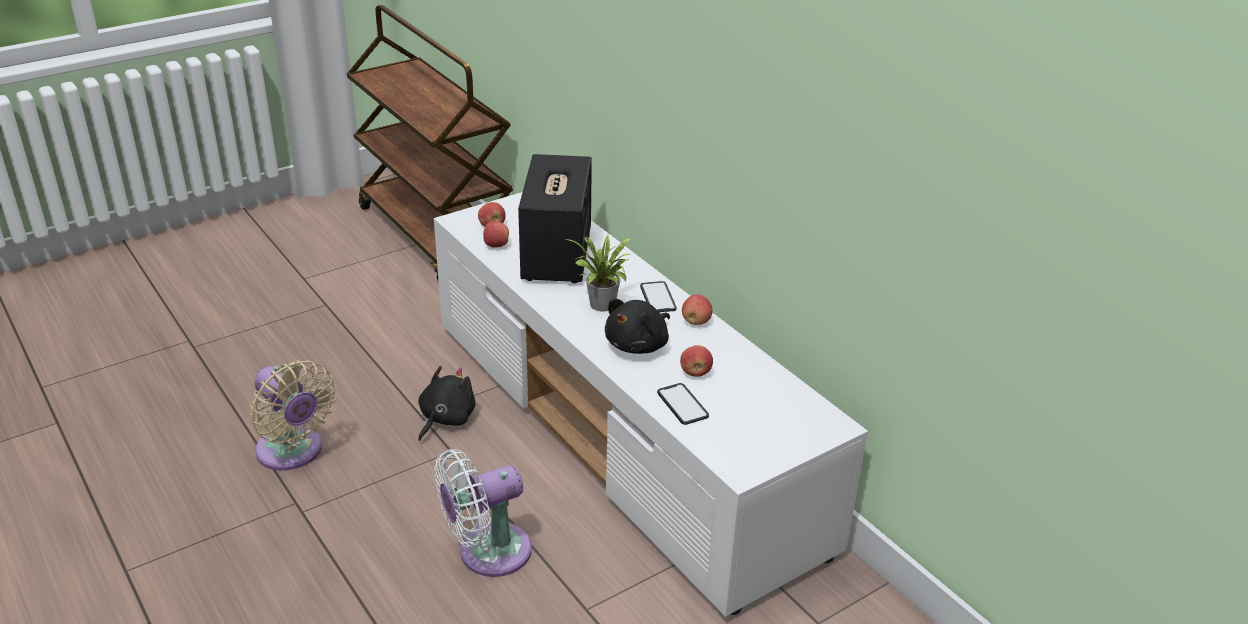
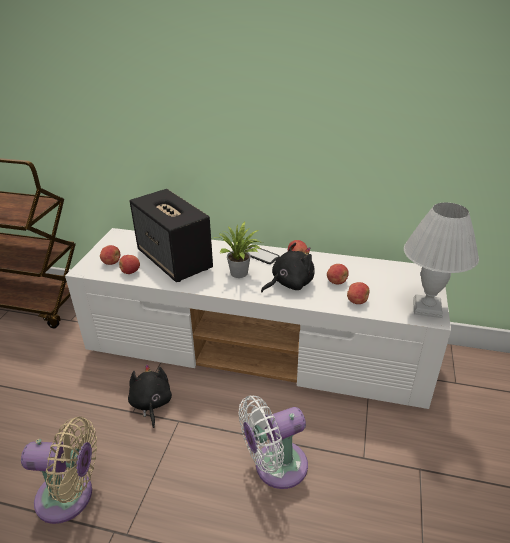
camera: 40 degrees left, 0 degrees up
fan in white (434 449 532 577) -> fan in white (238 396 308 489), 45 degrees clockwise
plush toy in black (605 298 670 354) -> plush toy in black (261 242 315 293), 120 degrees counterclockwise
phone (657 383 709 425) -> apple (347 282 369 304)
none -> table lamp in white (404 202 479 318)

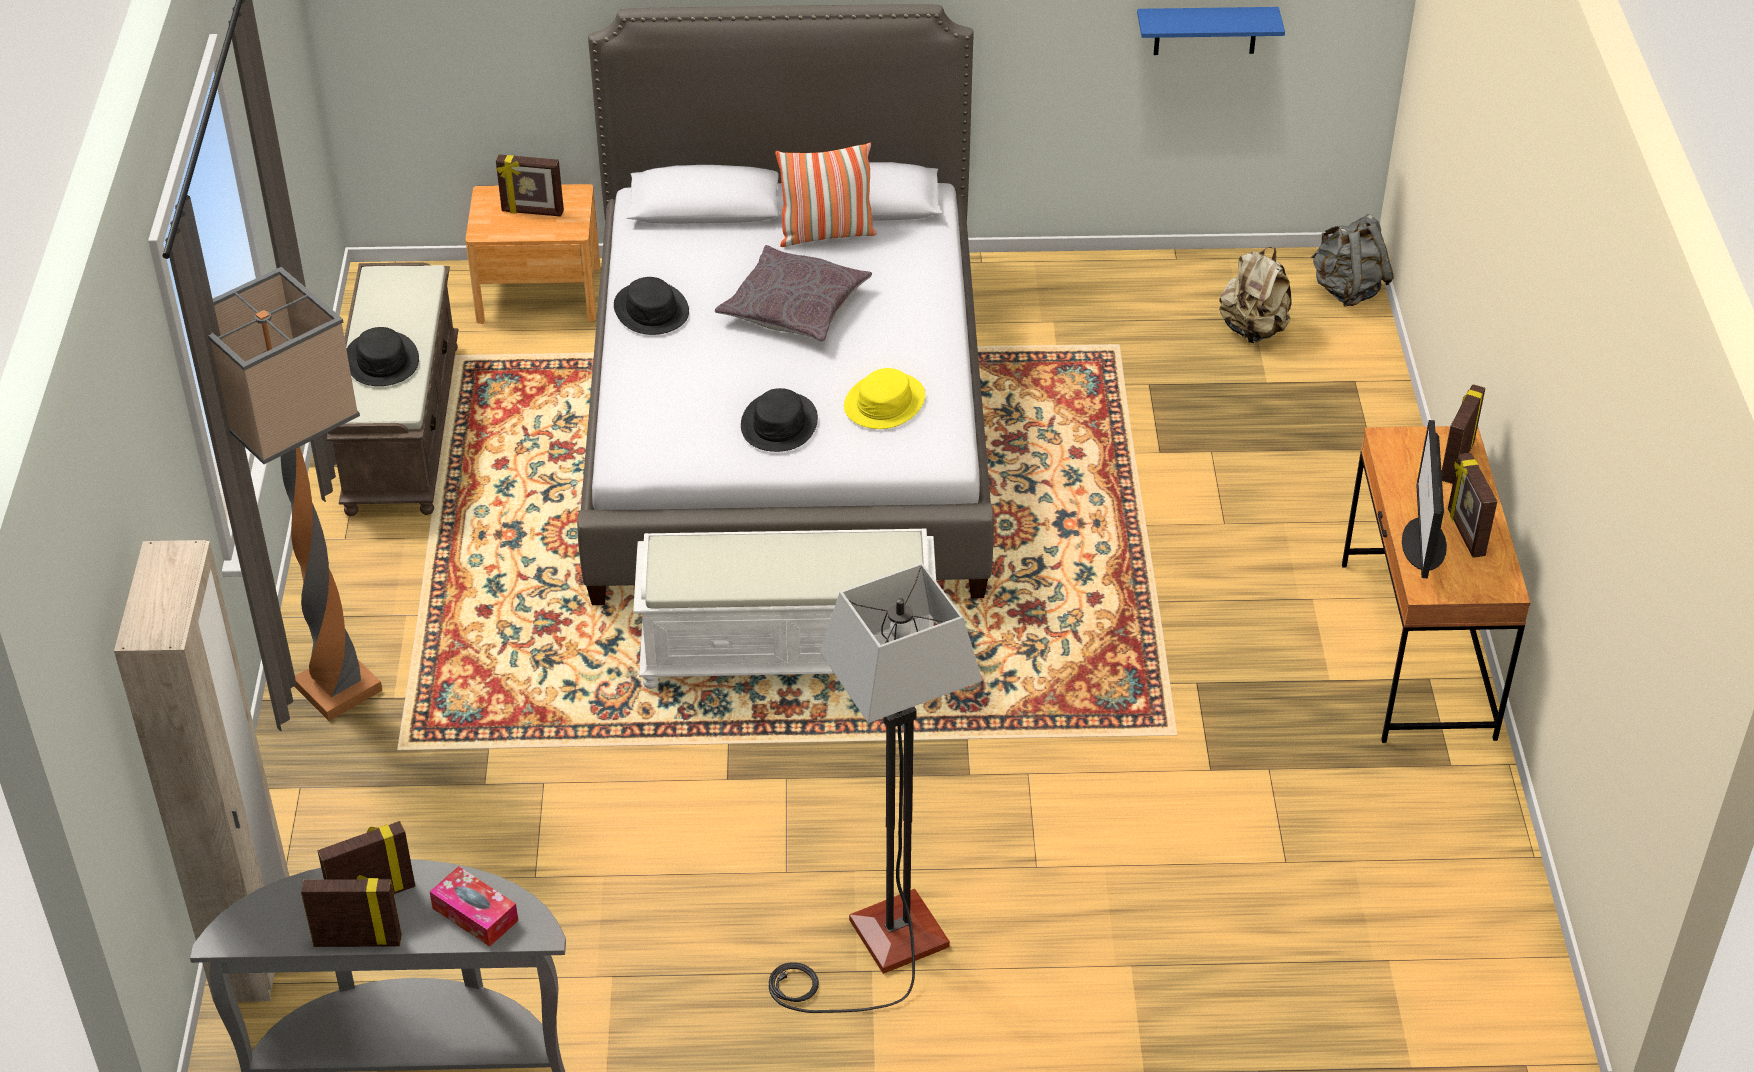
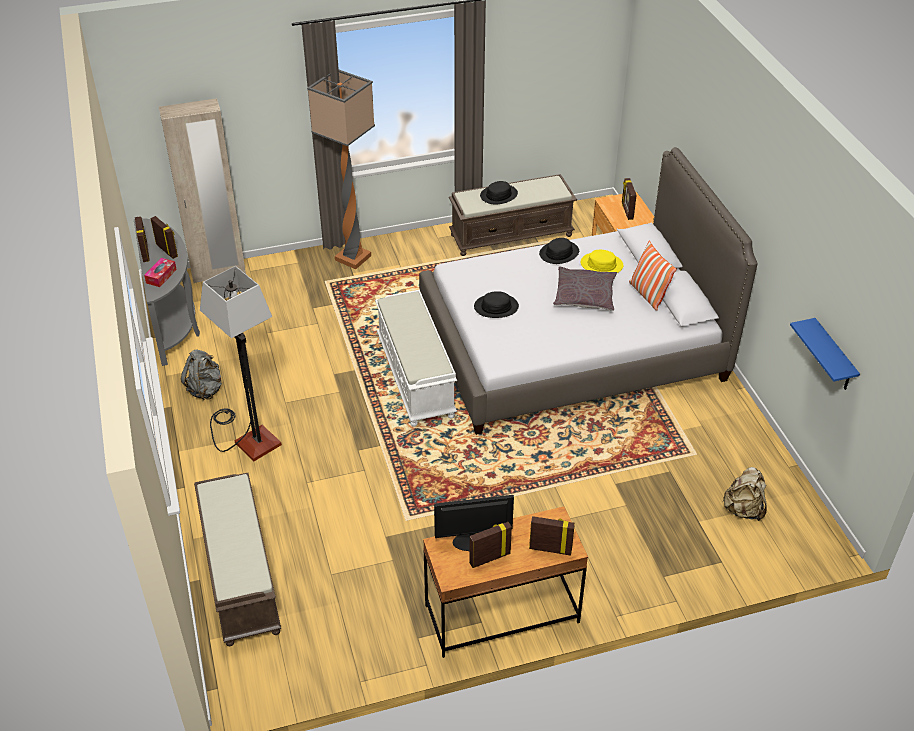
camera: 75 degrees right, 0 degrees up
hat in yellow (844 368 925 429) -> hat in yellow (581 250 623 273), move
backpack in grey (1311 214 1394 307) -> backpack in grey (181 349 222 400), move
none -> bench in brown (194 473 281 646)

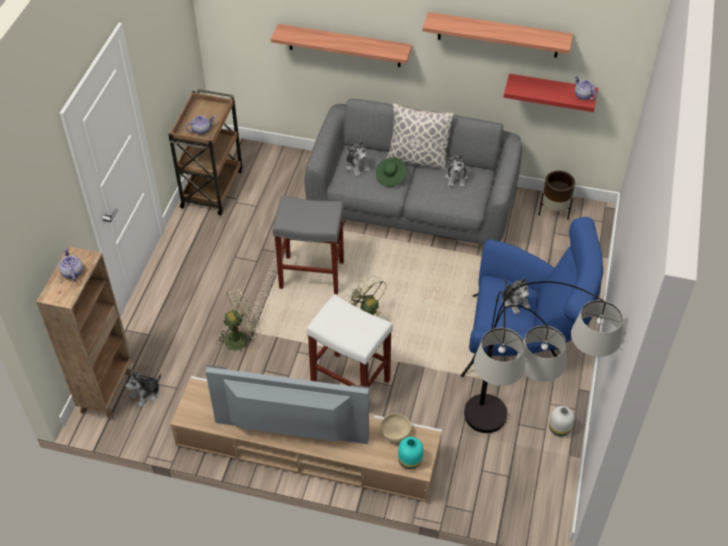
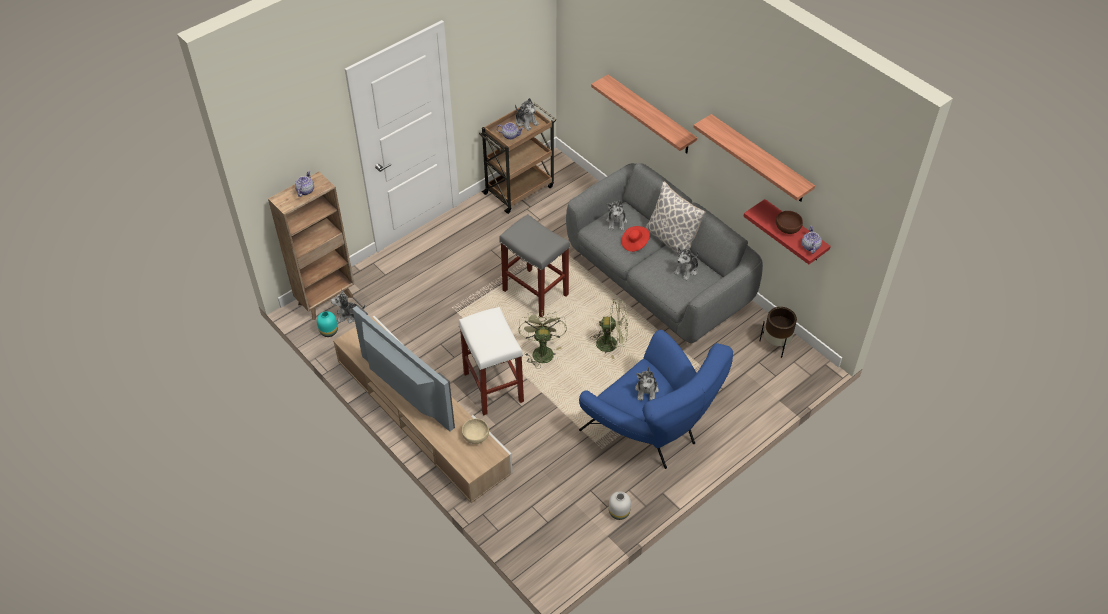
camera: 35 degrees right, 0 degrees up
fan in green (216 289 261 353) -> fan in green (590 300 628 359), move
hat in green (376 157 407 187) -> hat in red (621 226 650 252)
vase in turquoise (398 437 424 469) -> vase in turquoise (317 311 338 337), move
floor lamp (464 281 623 433) -> none
none -> plush toy (515 98 539 131)
none -> bowl in brown (776 211 803 234)

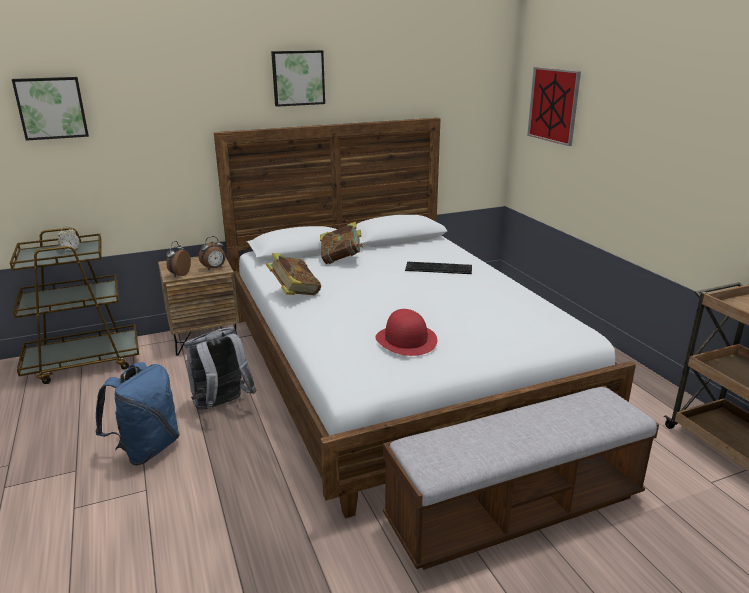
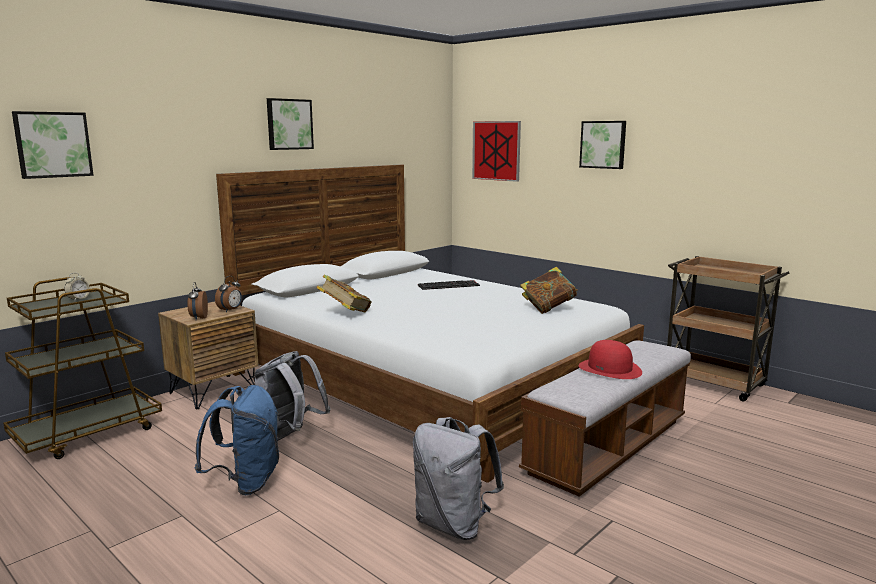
camera: 25 degrees left, 10 degrees down
book (320 222 363 264) -> book (520 267 578 314), move
hat in red (376 309 437 356) -> hat in red (579 340 642 379), move
none -> backpack in grey (413 417 504 540)
none -> picture (579 121 626 169)

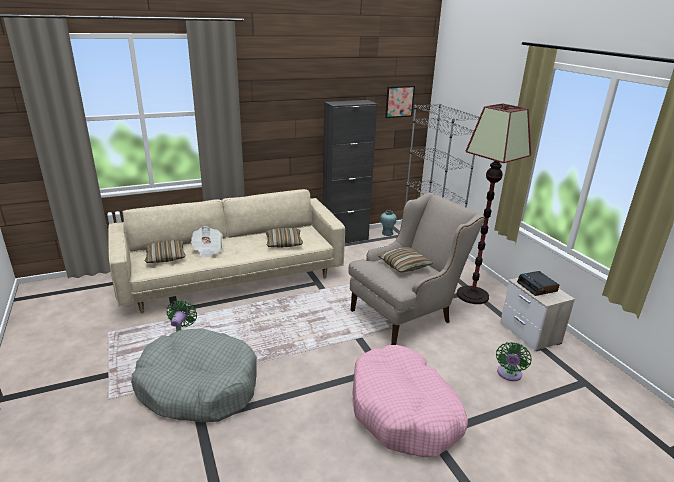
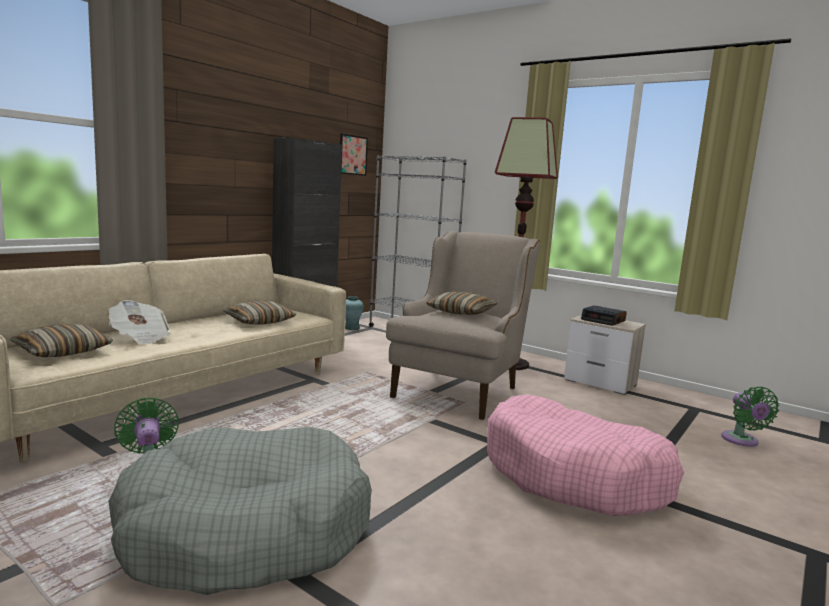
camera: 30 degrees left, 15 degrees down
fan in green (496 342 532 381) -> fan in green (721 387 779 447), move

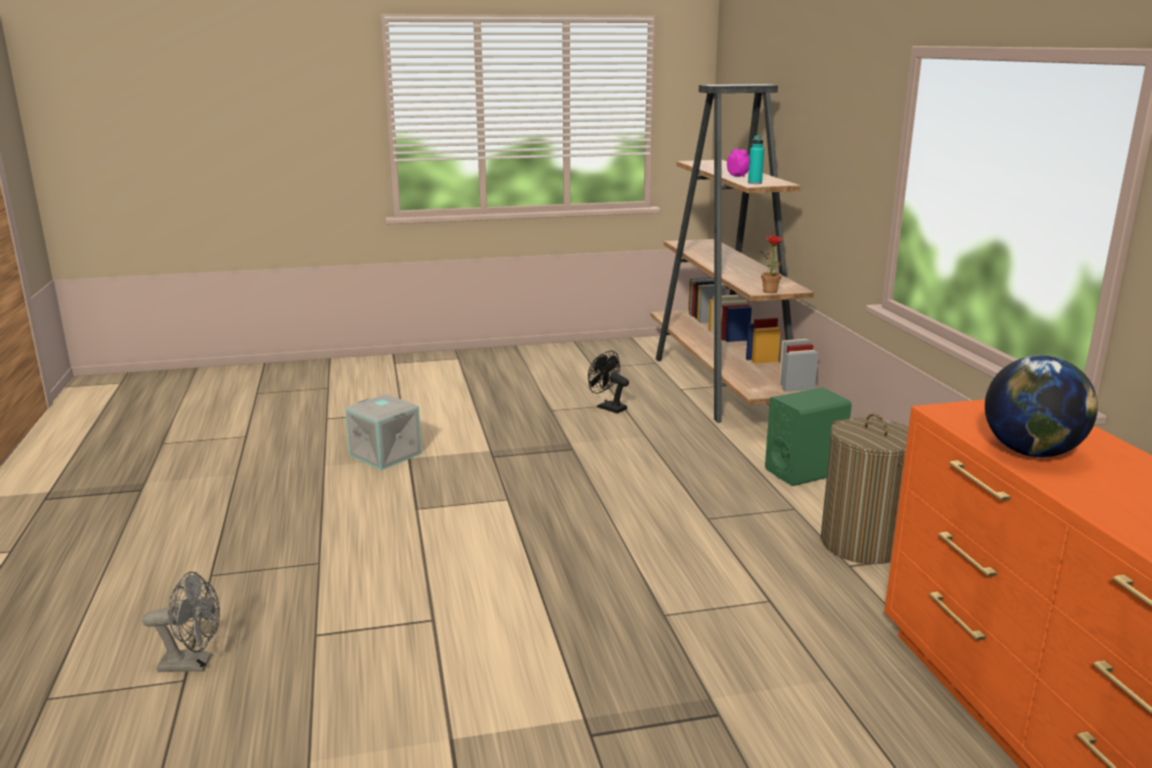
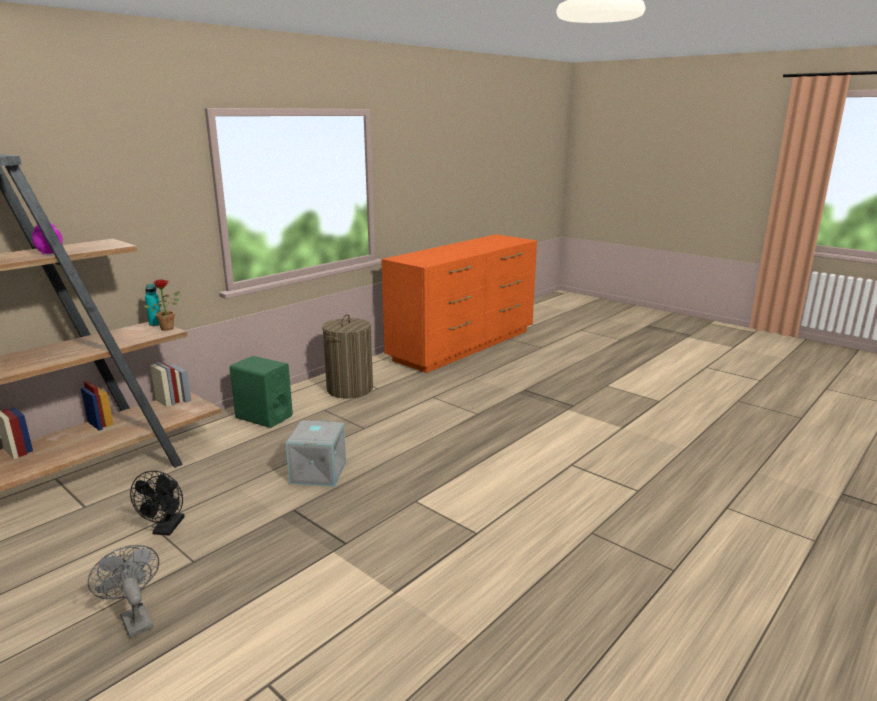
camera: 125 degrees left, 0 degrees up
fan in grey (142 572 220 672) -> fan in grey (88 545 159 638), move
storage box in grey (345 394 422 470) -> storage box in grey (286 420 346 486), move
bottle in turquoise (748 135 764 184) -> bottle in turquoise (145 284 161 326), move
globe (985 355 1098 457) -> none

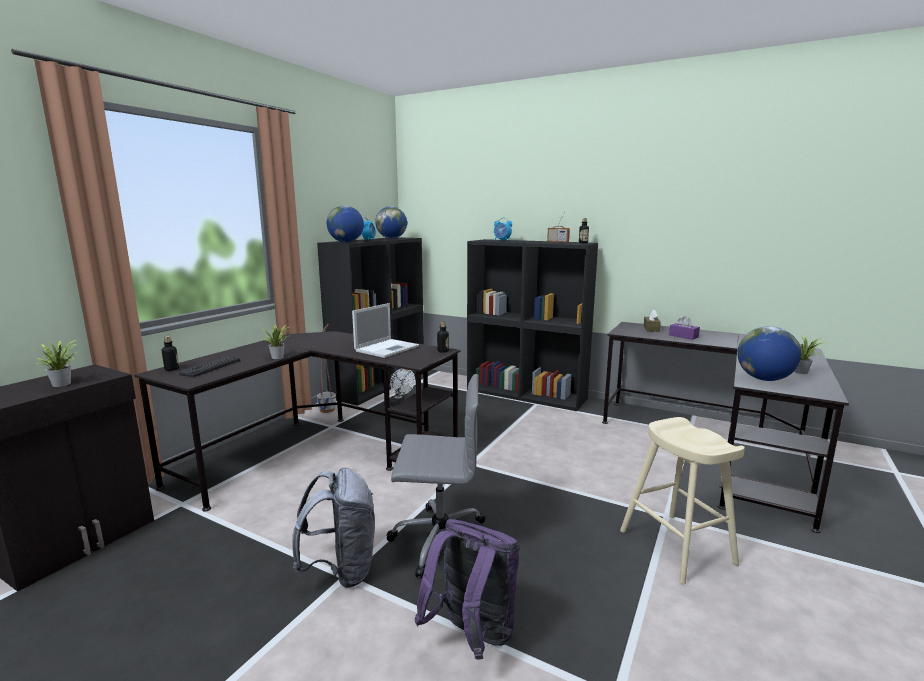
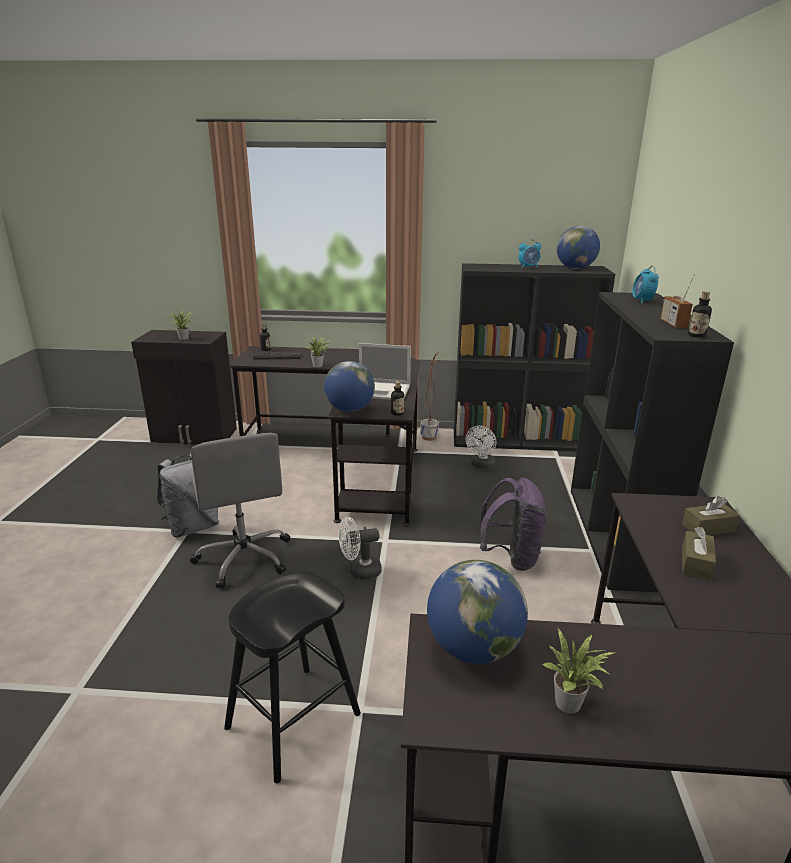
camera: 65 degrees right, 10 degrees up
globe (327 205 364 243) -> globe (324 361 375 412), move
backpack in purple (414 519 520 660) -> backpack in purple (480 477 546 571), move
stool in beige (620 417 745 584) -> stool in black (224 572 361 783)
tissue box in purple (669 316 700 340) -> tissue box in brown (682 527 716 581)
none -> fan in white (339 517 382 580)

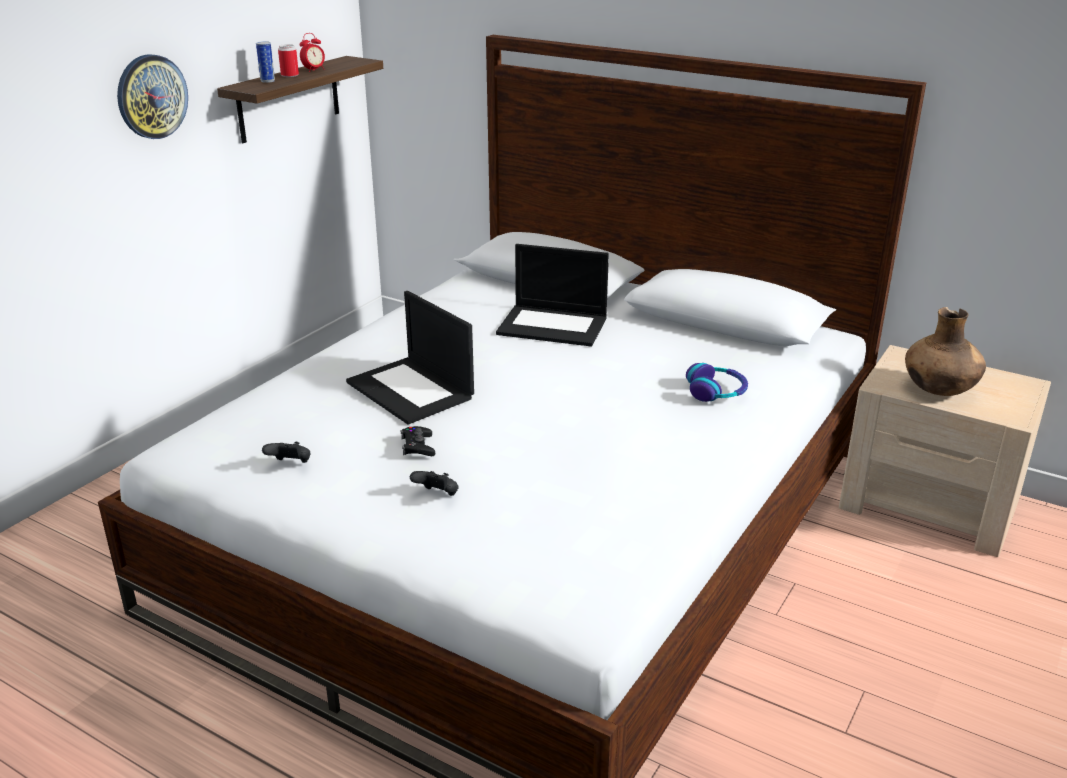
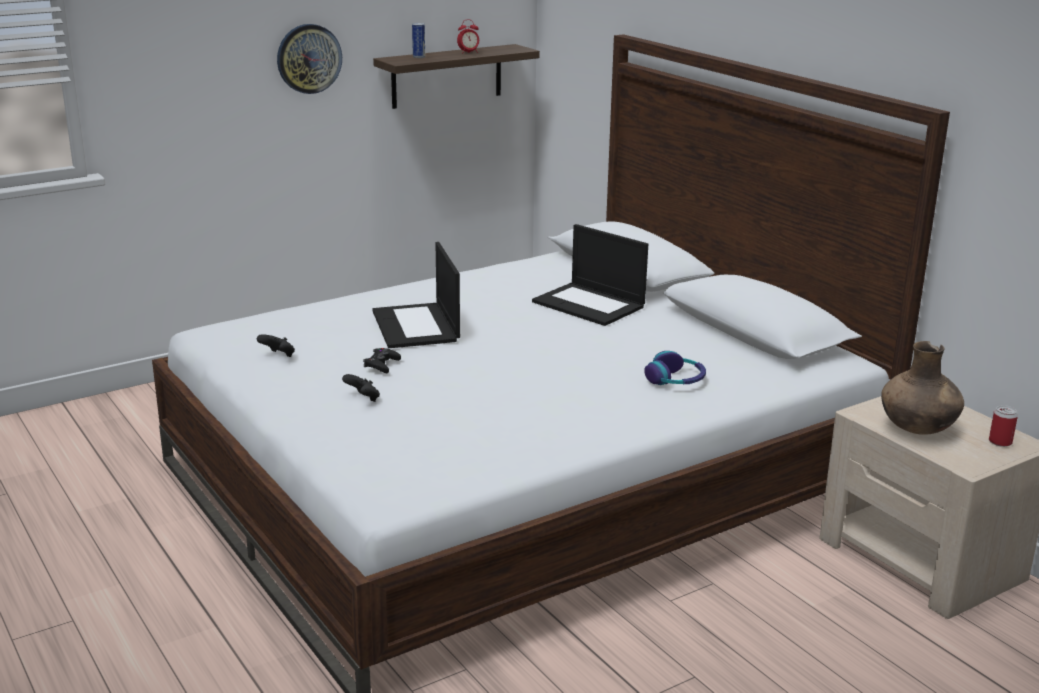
camera: 25 degrees right, 5 degrees down
can (278 44 299 77) -> can (989 405 1018 447), move

